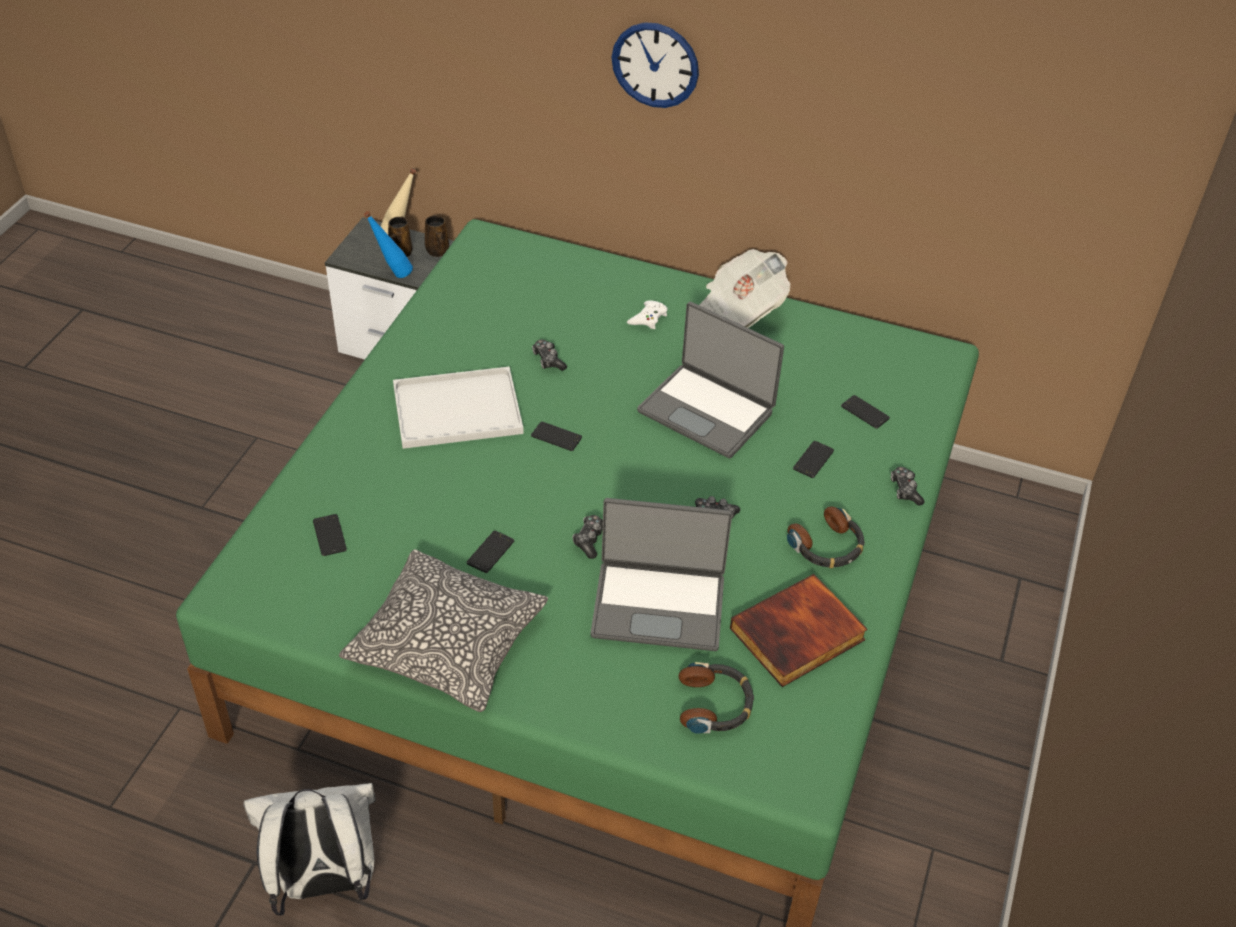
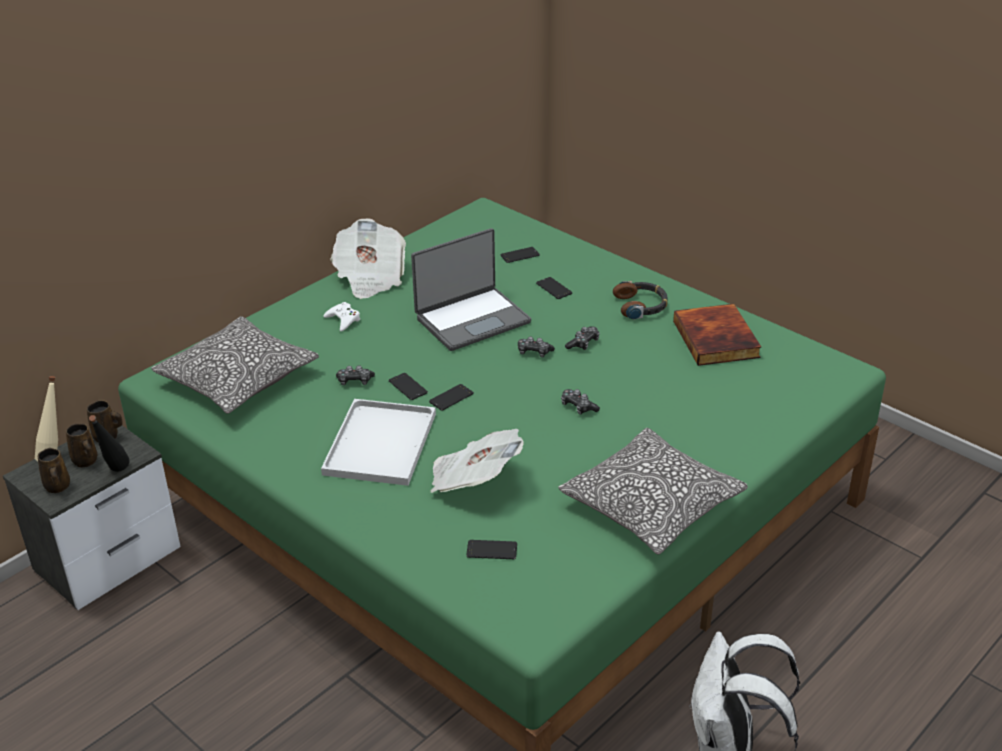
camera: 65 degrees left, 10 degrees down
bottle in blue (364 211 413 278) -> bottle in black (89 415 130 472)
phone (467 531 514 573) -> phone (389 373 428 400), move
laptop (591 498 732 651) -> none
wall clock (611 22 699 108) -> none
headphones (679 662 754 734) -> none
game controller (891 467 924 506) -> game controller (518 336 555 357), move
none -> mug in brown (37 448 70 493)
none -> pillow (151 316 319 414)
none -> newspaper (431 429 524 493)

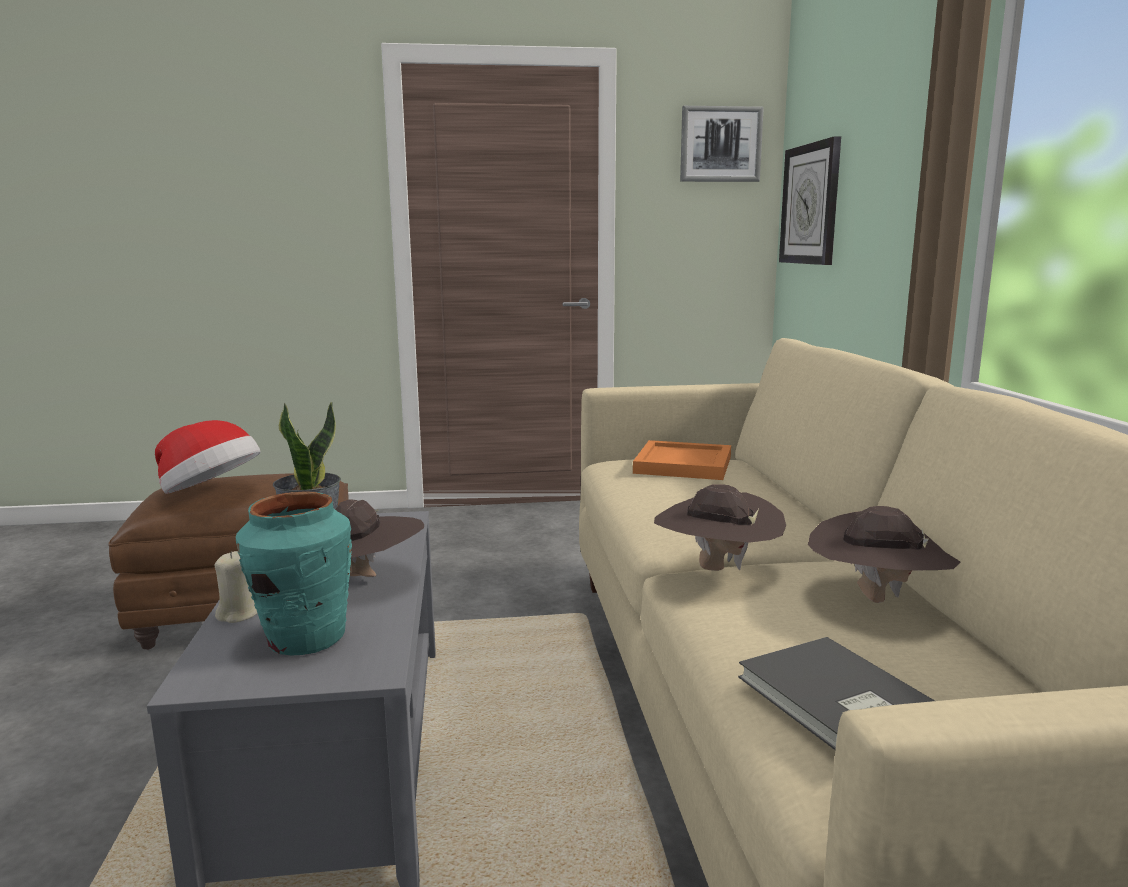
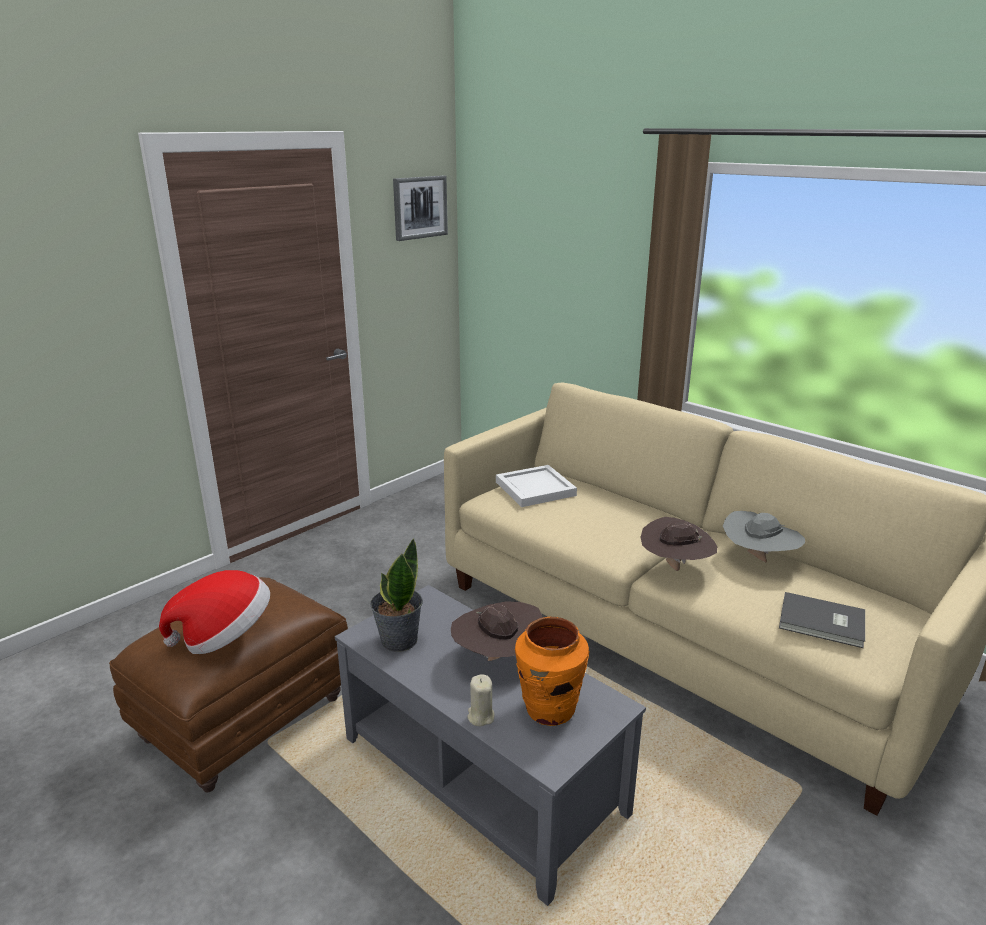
camera: 40 degrees left, 10 degrees up
vase in turquoise (236 491 352 656) -> vase in orange (515 617 590 726)
tray in orange (633 440 731 480) -> tray in white (496 465 577 507)
wall clock (779 136 841 265) -> none
hat in brown (808 506 961 603) -> hat in grey (723 511 805 562)

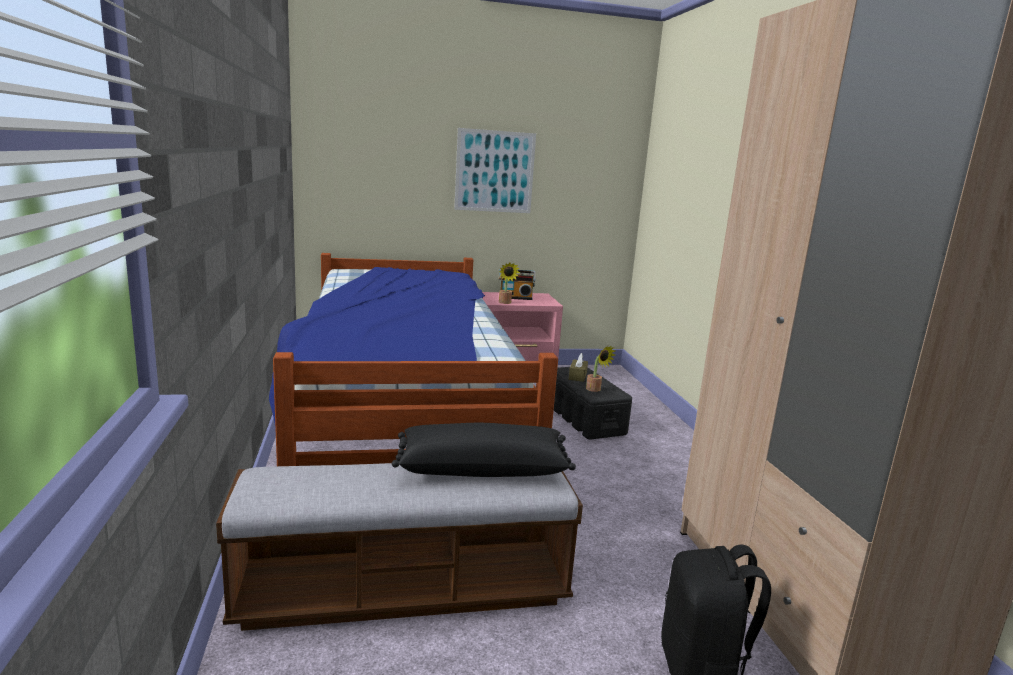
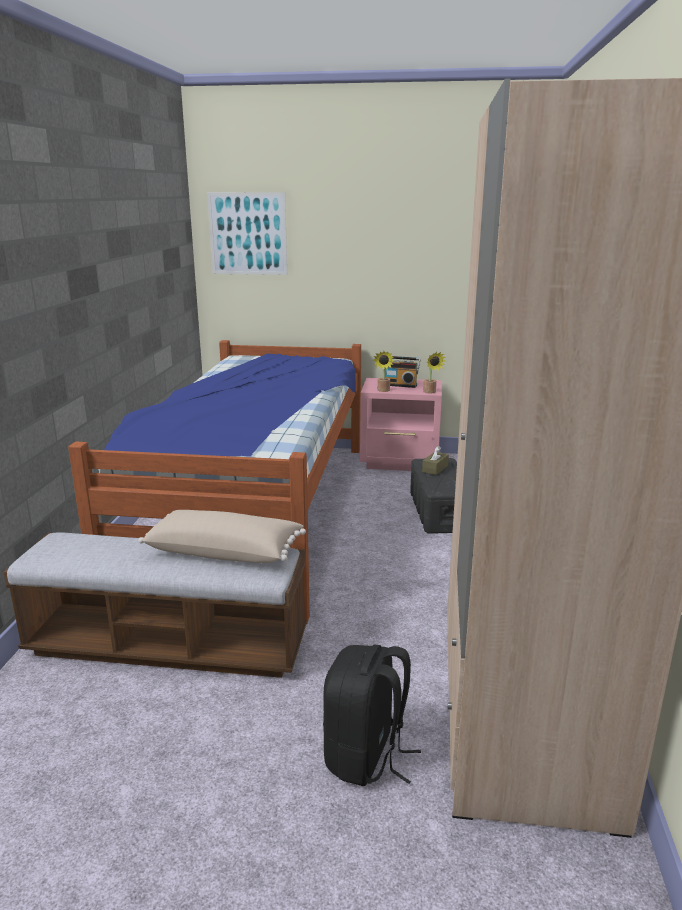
camera: 20 degrees right, 5 degrees up
pillow in black (392 423 576 477) -> pillow in beige (138 510 306 563)
picture (454 128 536 213) -> picture (207 192 287 275), move
potted plant (586 346 615 392) -> potted plant (423 352 446 394), move

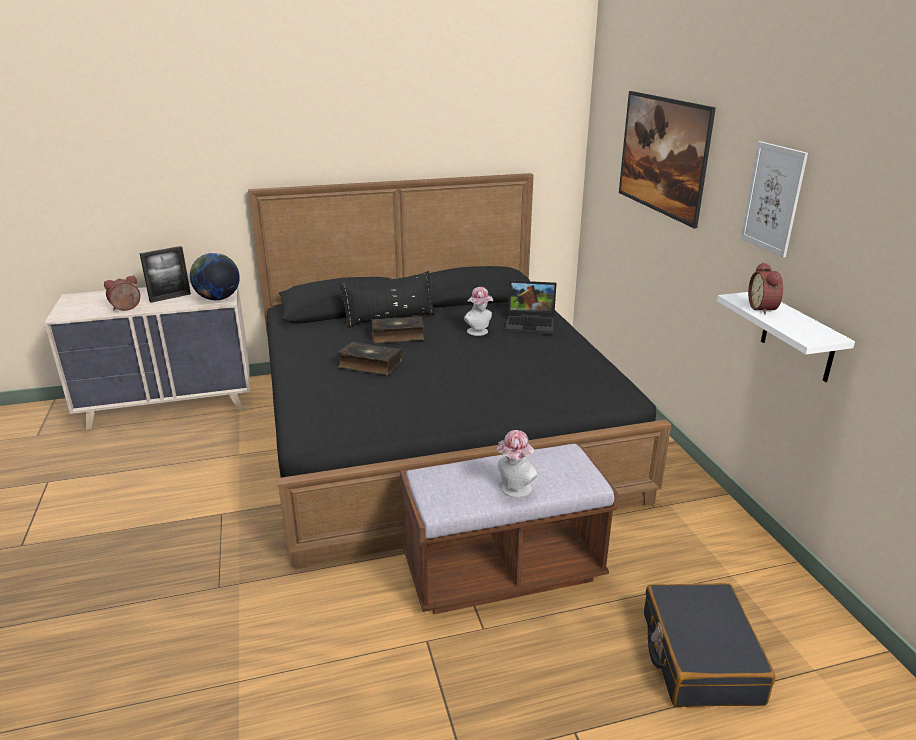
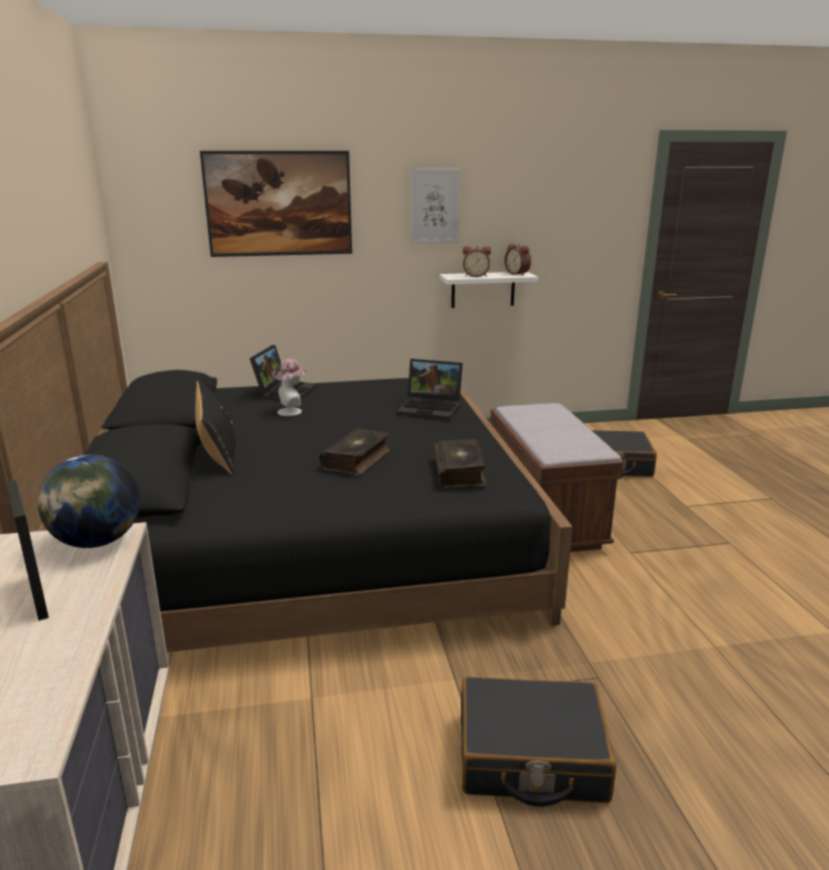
camera: 85 degrees left, 5 degrees down
alarm clock (104 275 141 311) -> alarm clock (504 244 531 276), move
book (371 316 425 344) -> book (433 439 487 488), move
hat (497 430 537 498) -> none
none -> laptop (397 359 463 420)
none -> suitcase in black (461 677 617 807)

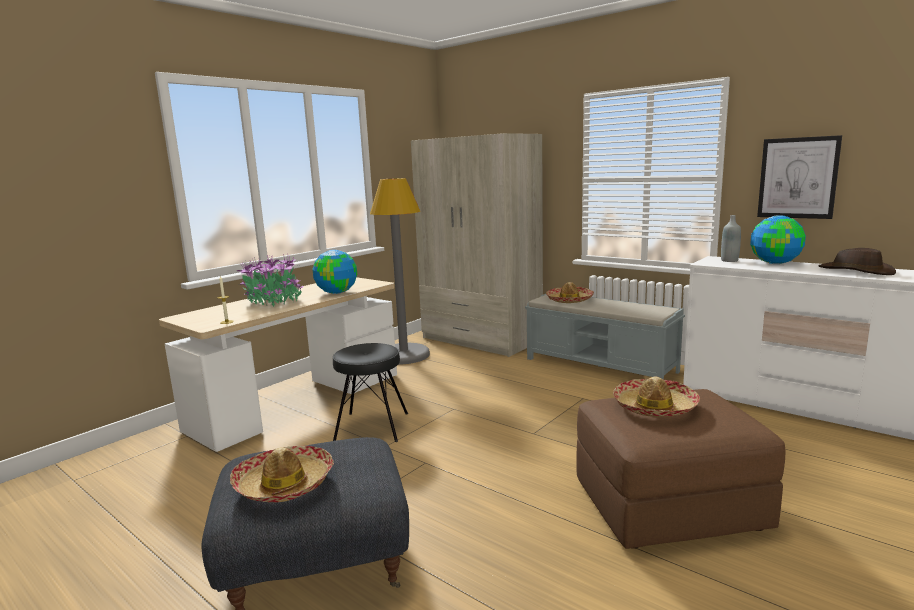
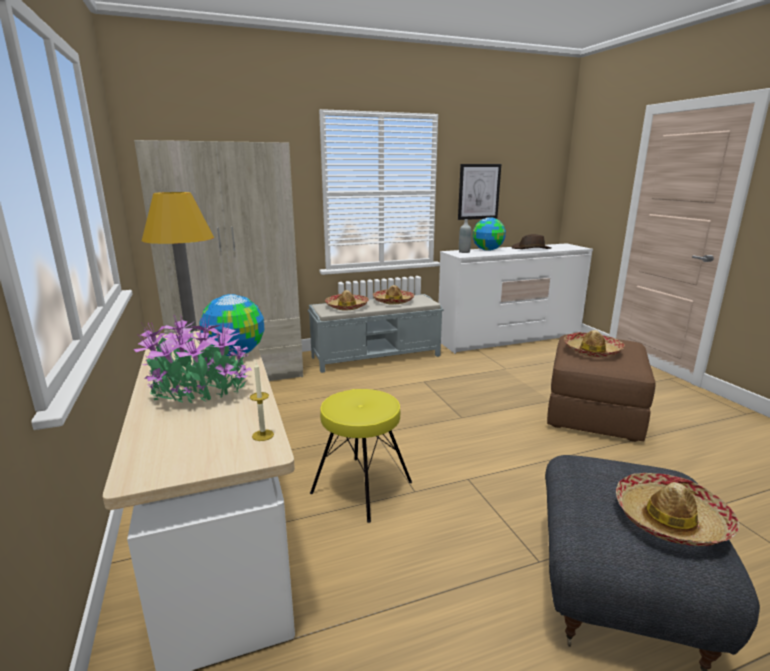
camera: 60 degrees left, 5 degrees up
stool in black (333 343 408 442) -> stool in yellow (310 389 412 523)
none -> hat (373 285 415 304)

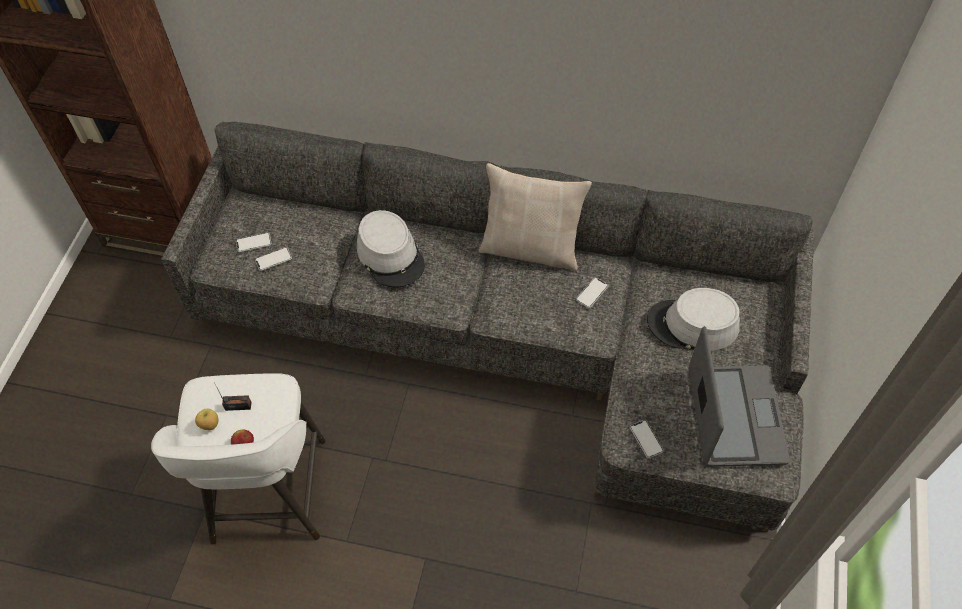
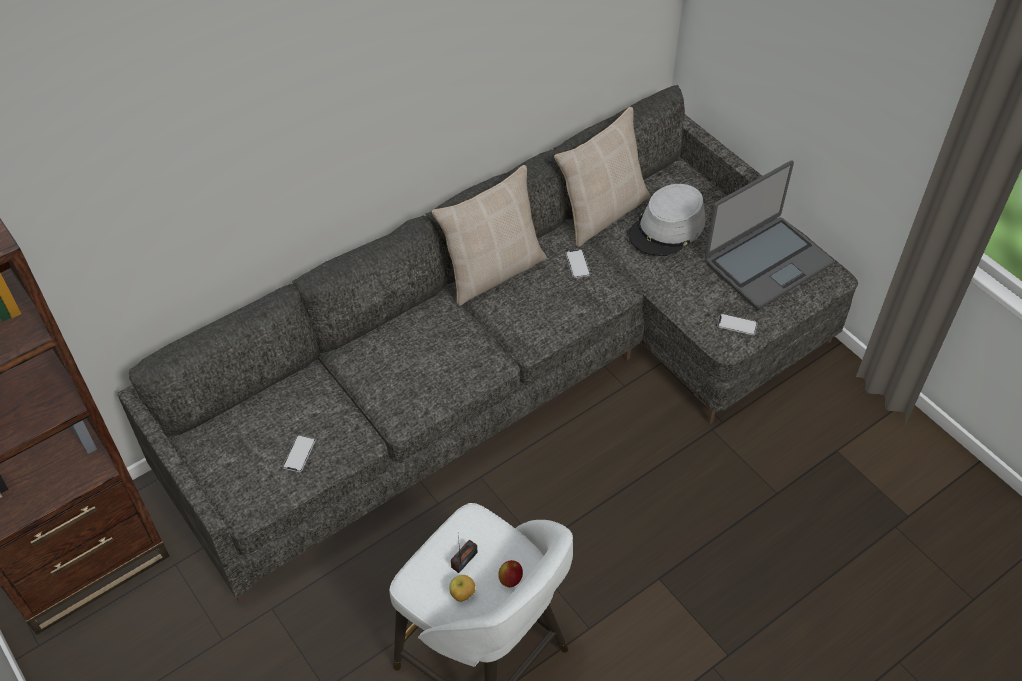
camera: 50 degrees left, 5 degrees down
phone (236 232 272 252) -> none
hat in grey (357 210 425 287) -> none
laptop (689 326 790 467) -> laptop (705 160 833 309), 105 degrees clockwise
none -> pillow in beige (554 107 651 247)

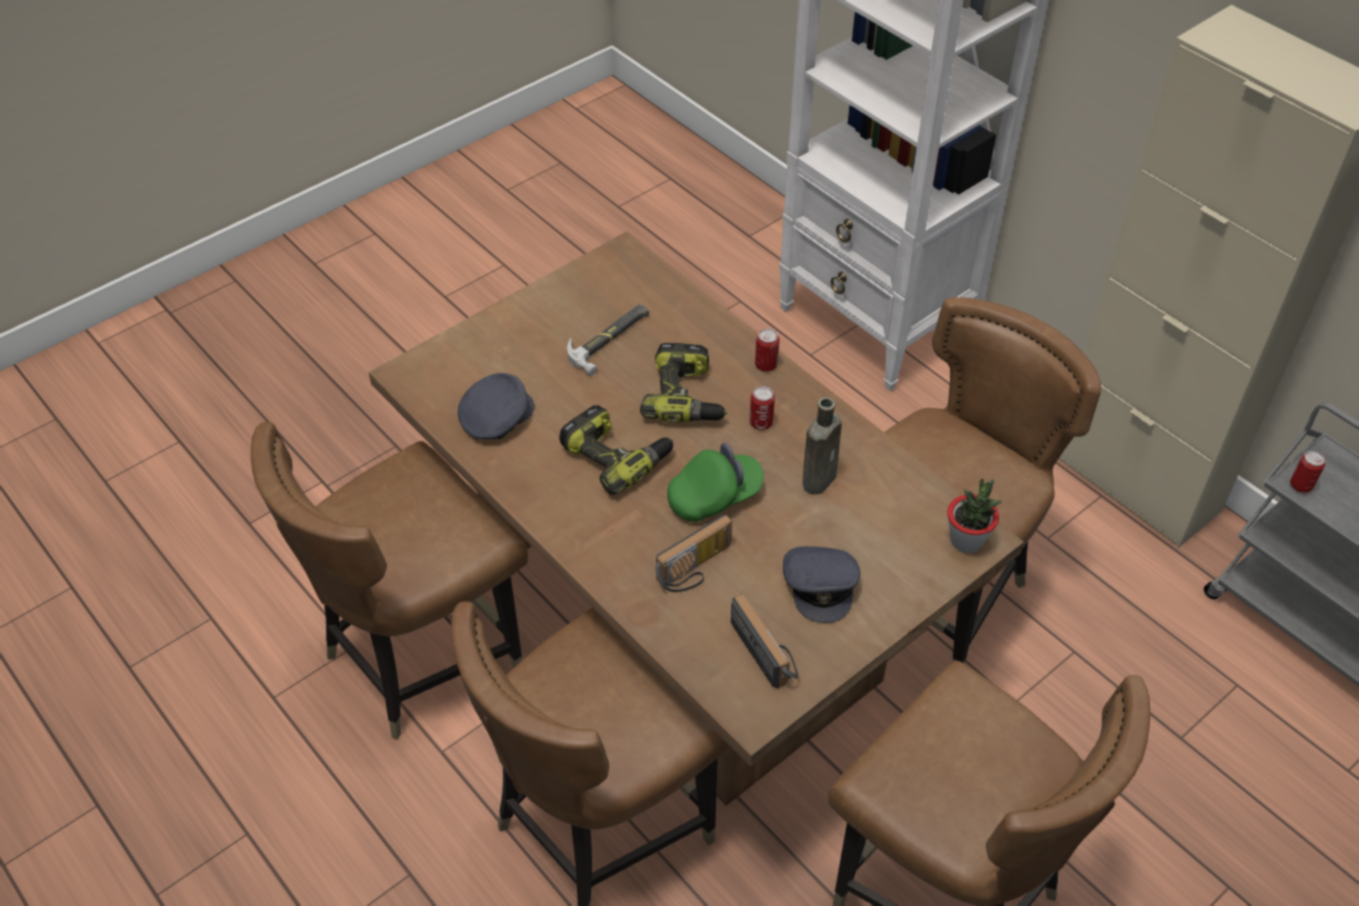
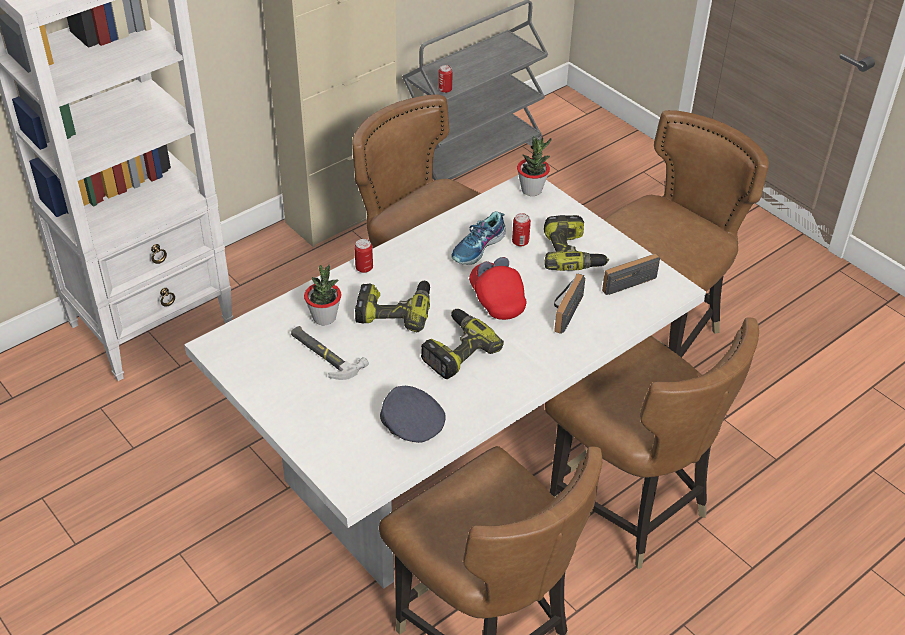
camera: 90 degrees left, 5 degrees down
dining table in brown (369 231 1024 806) -> dining table in white (184 175 706 589)
radio (655 515 732 592) -> radio (554 274 585 334), 120 degrees counterclockwise
cap in green (667 443 764 522) -> cap in red (469 257 527 320)
can (750 386 775 430) -> can (512 213 531 247), move
cap in grey (783 546 860 623) -> power drill (544 215 609 271)
bottle in brown (803 397 842 494) -> shoe (451 211 506 265)
none -> potted plant (304 264 341 325)

